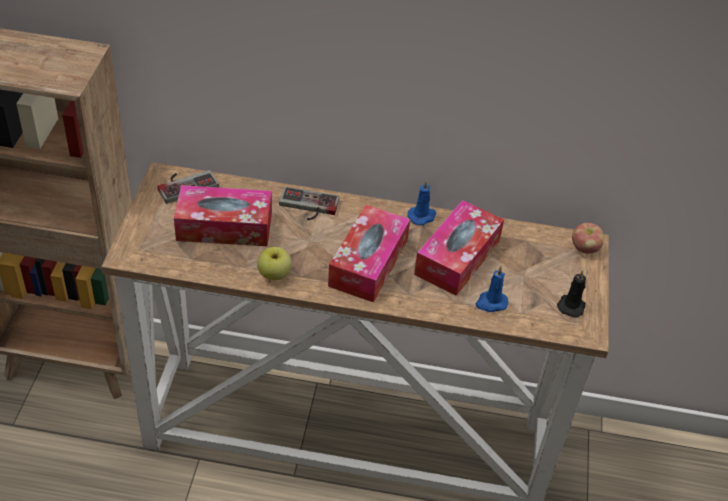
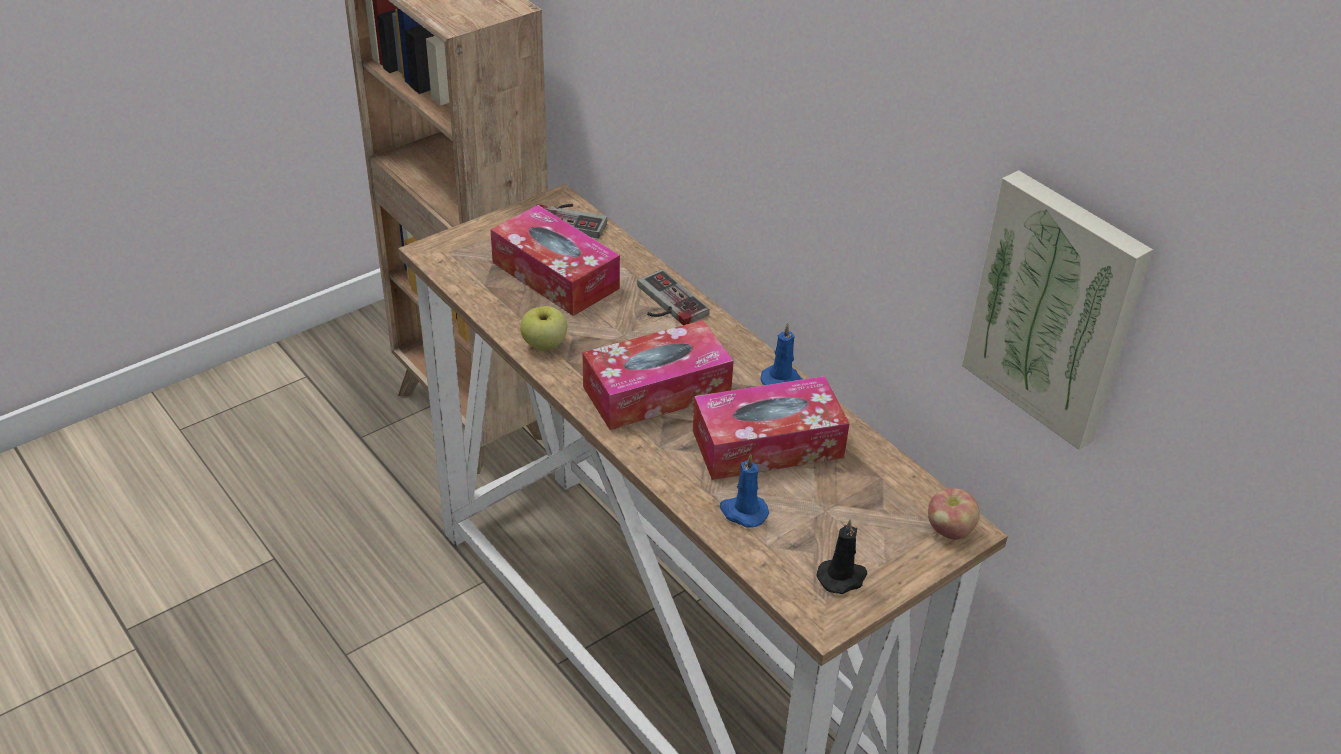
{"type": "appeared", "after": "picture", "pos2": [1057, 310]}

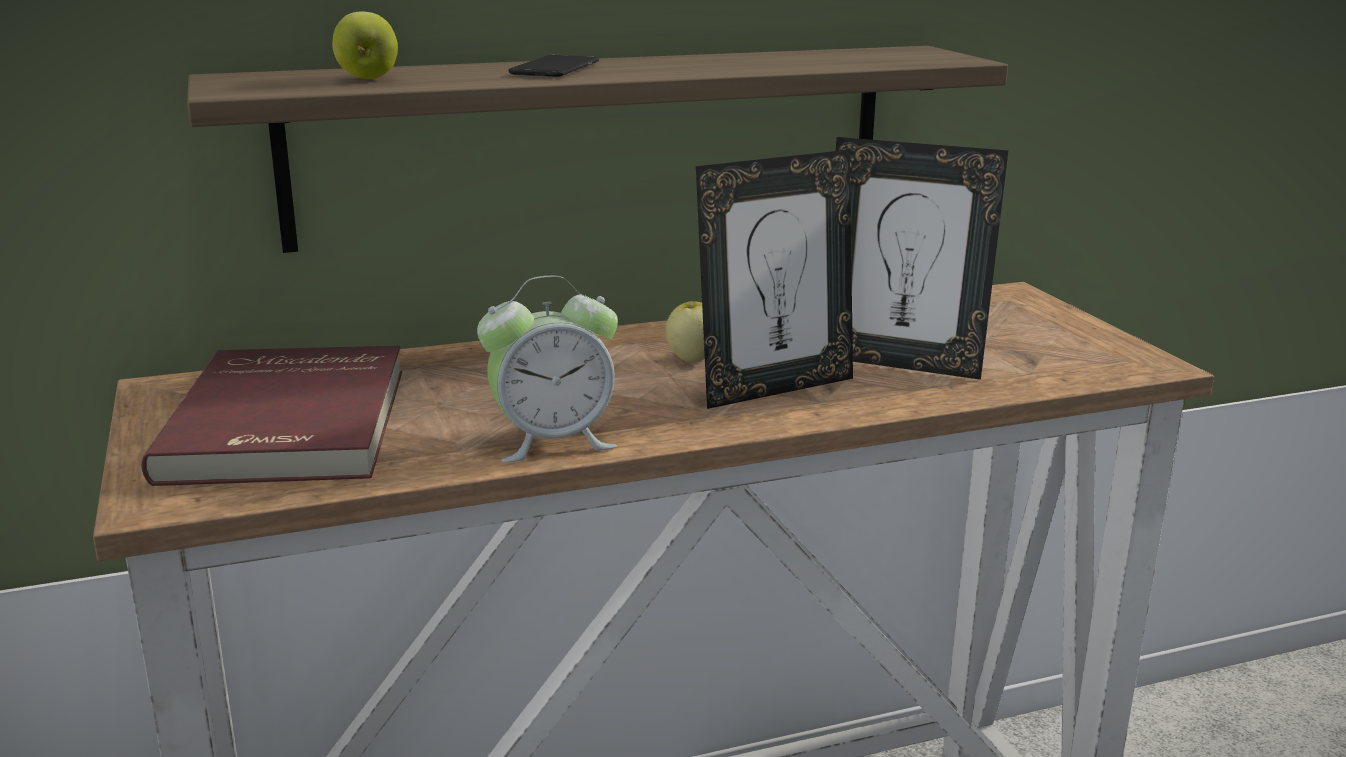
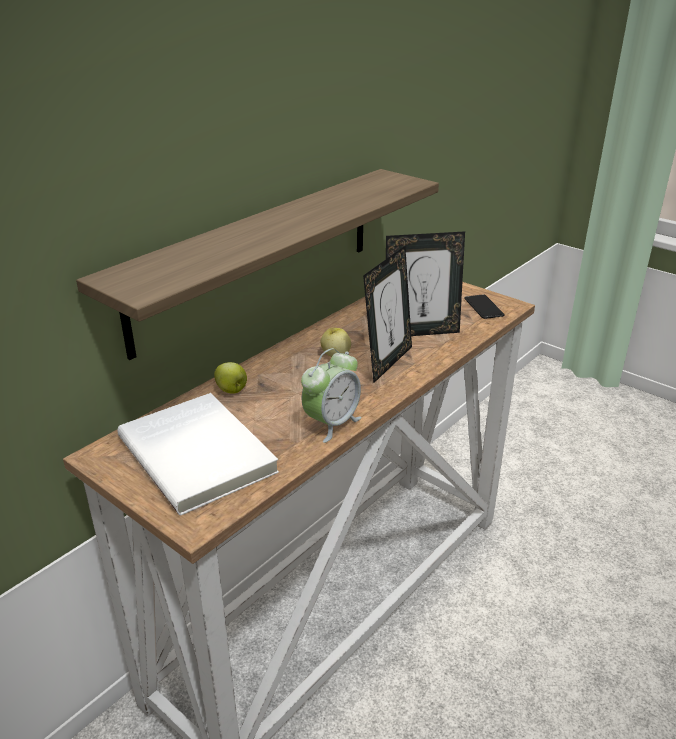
{"type": "relocated", "before": "apple", "pos1": [365, 45], "pos2": [230, 378]}
{"type": "relocated", "before": "phone", "pos1": [553, 66], "pos2": [484, 307]}
{"type": "colour", "before": "red book", "after": "white book", "pos1": [271, 416], "pos2": [198, 454]}

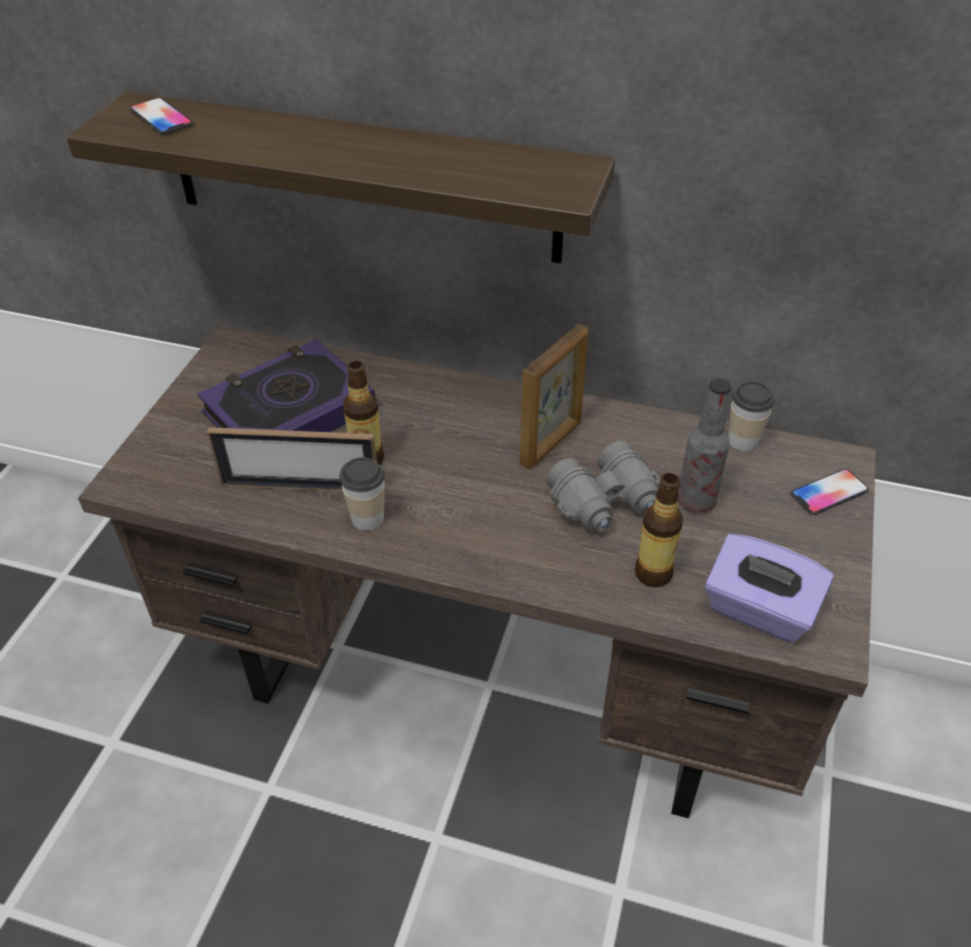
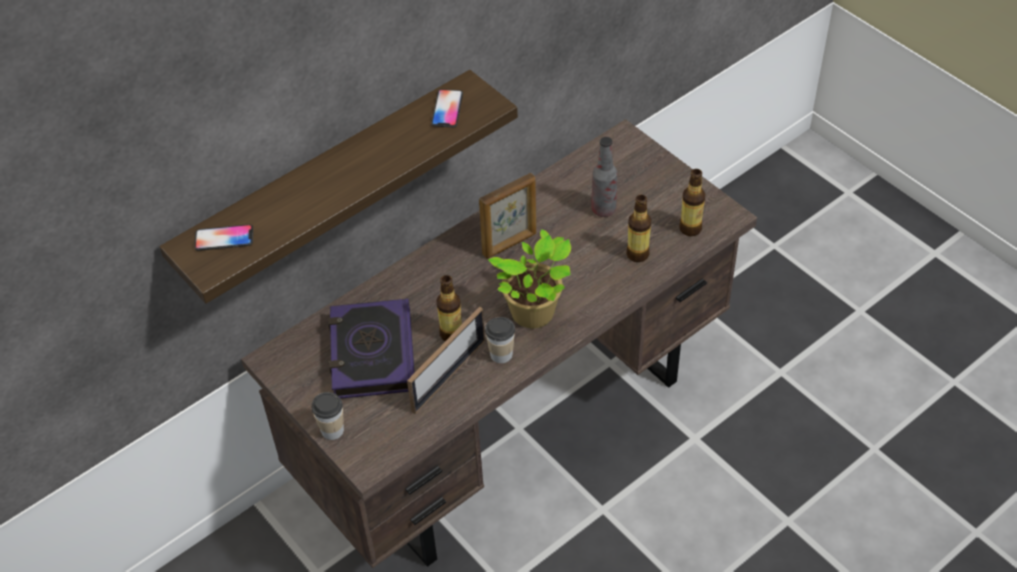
{"type": "spun", "before": "picture frame", "pos1": [554, 396], "pos2": [507, 216], "turn": 75}
{"type": "relocated", "before": "cup", "pos1": [751, 416], "pos2": [328, 416]}
{"type": "missing", "before": "grey binoculars", "pos1": [603, 486]}
{"type": "relocated", "before": "phone", "pos1": [830, 492], "pos2": [447, 108]}
{"type": "exchanged", "before": "purple tissue box", "after": "bottle", "pos1": [769, 588], "pos2": [692, 202]}
{"type": "appeared", "after": "potted plant", "pos2": [529, 278]}

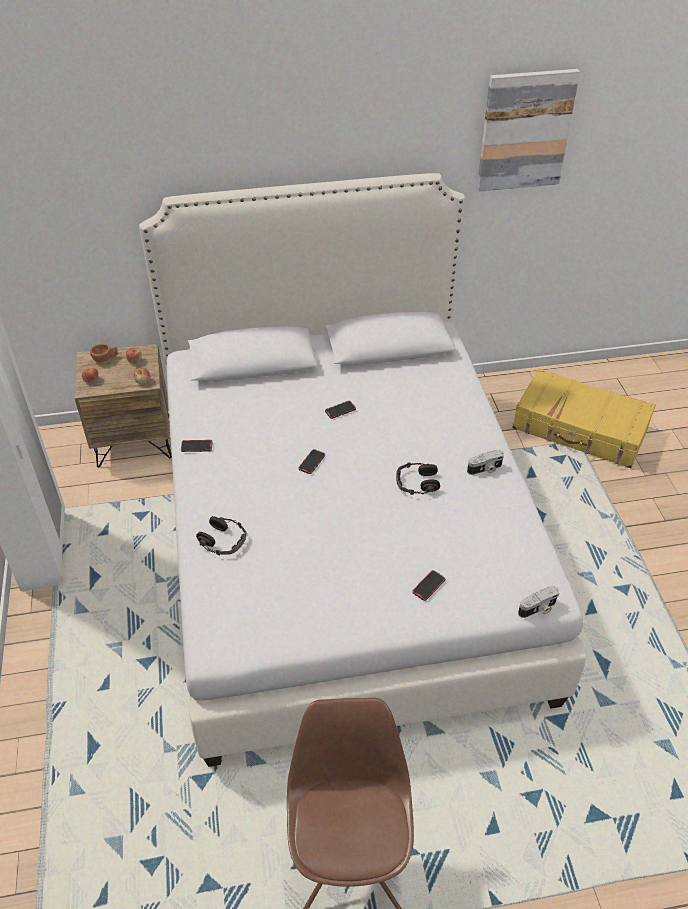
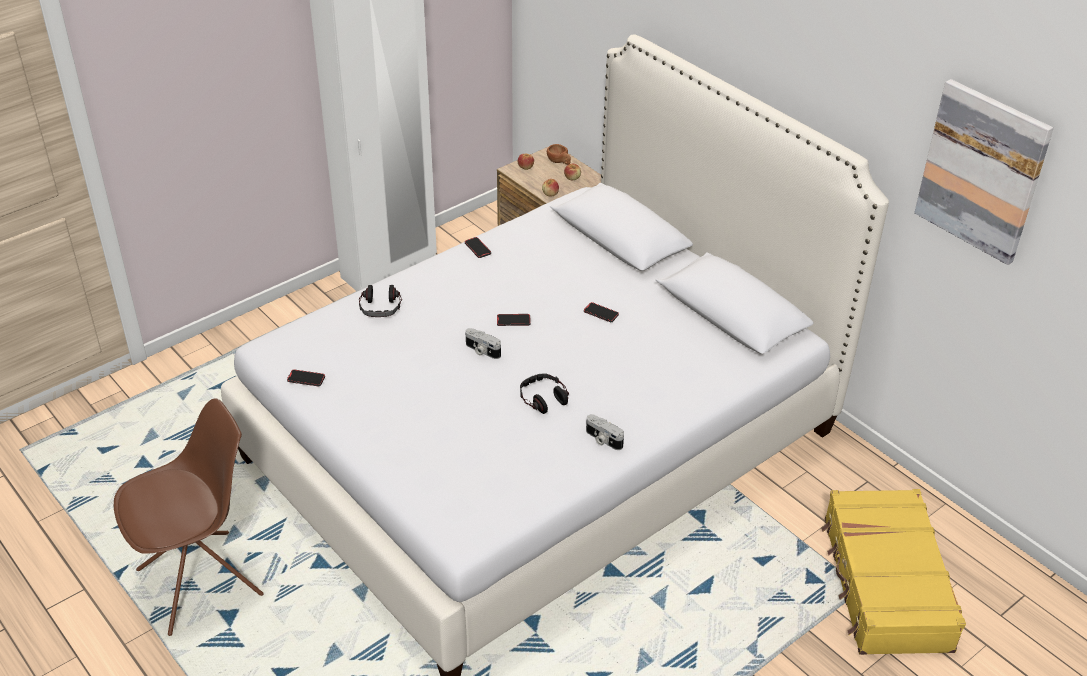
{"type": "relocated", "before": "phone", "pos1": [428, 585], "pos2": [306, 378]}
{"type": "relocated", "before": "photo camera", "pos1": [538, 602], "pos2": [483, 343]}

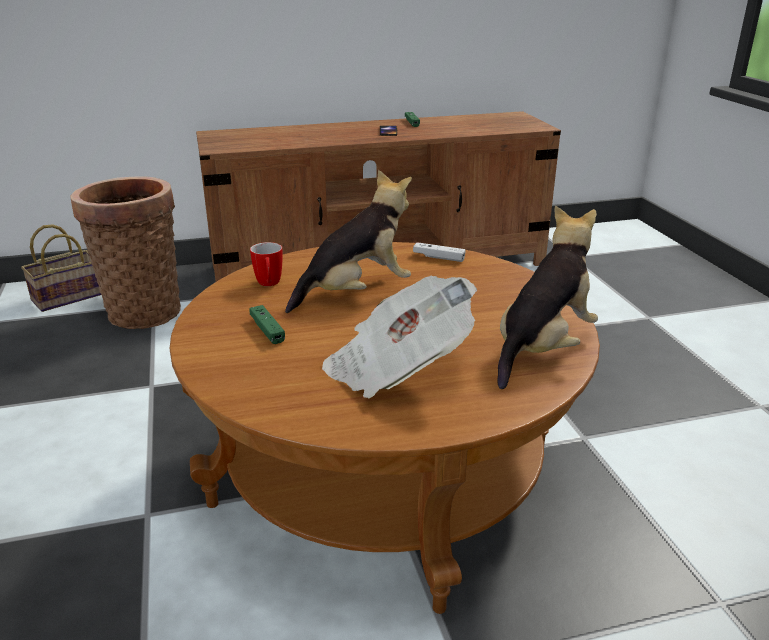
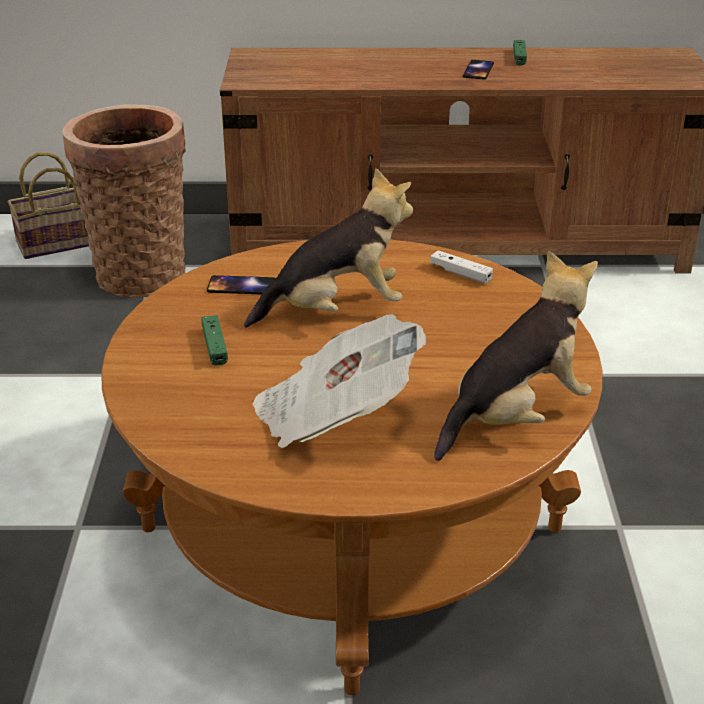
{"type": "exchanged", "before": "mug", "after": "phone", "pos1": [266, 264], "pos2": [241, 284]}

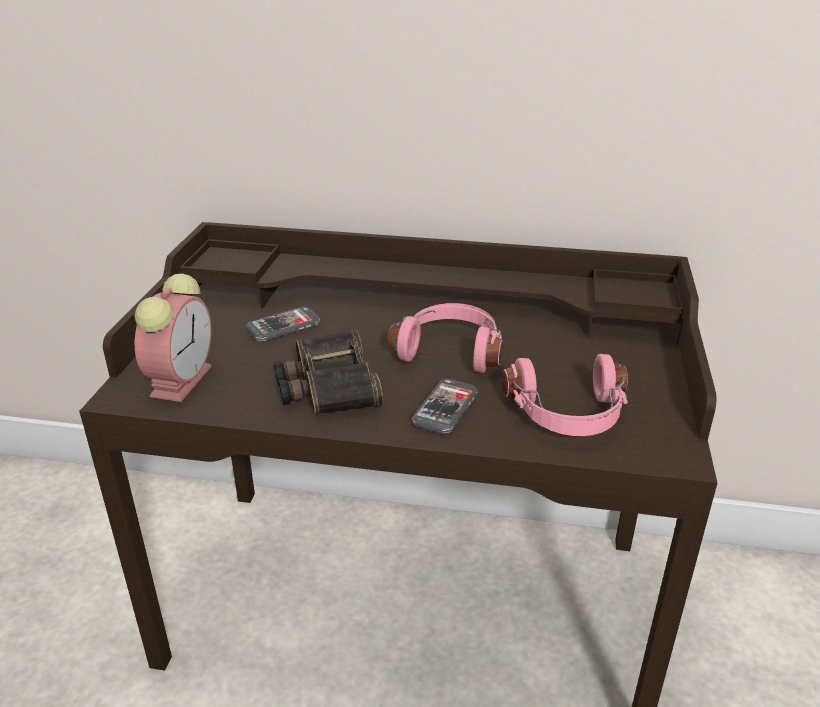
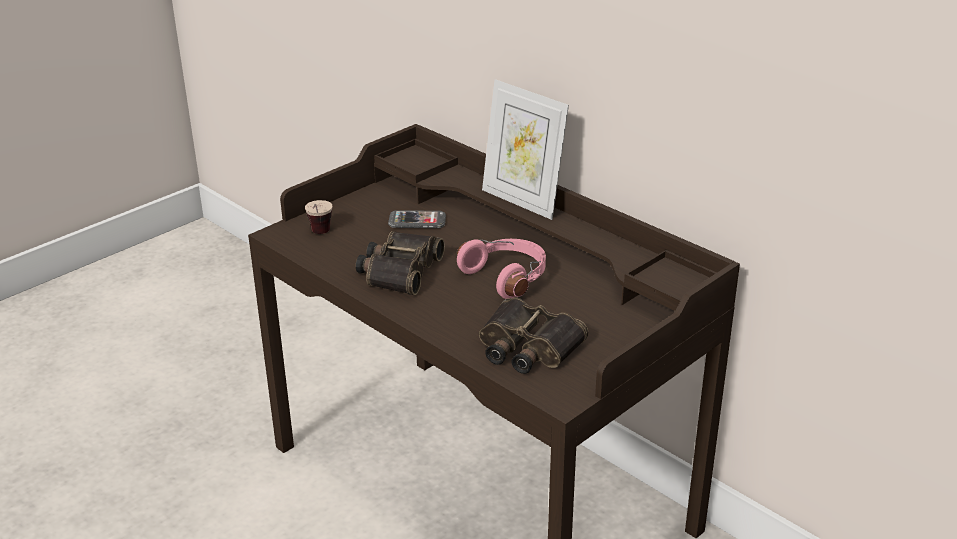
{"type": "exchanged", "before": "alarm clock", "after": "cup", "pos1": [173, 337], "pos2": [319, 217]}
{"type": "exchanged", "before": "pink headphones", "after": "binoculars", "pos1": [565, 395], "pos2": [534, 335]}
{"type": "missing", "before": "phone", "pos1": [444, 406]}
{"type": "appeared", "after": "picture frame", "pos2": [525, 149]}

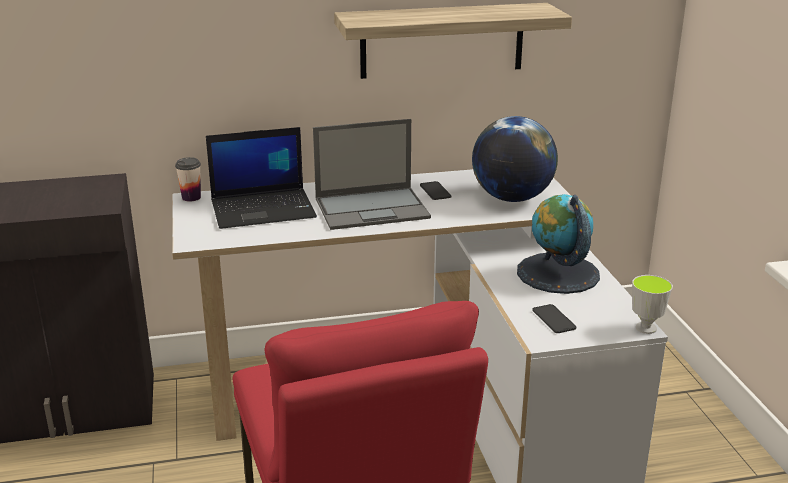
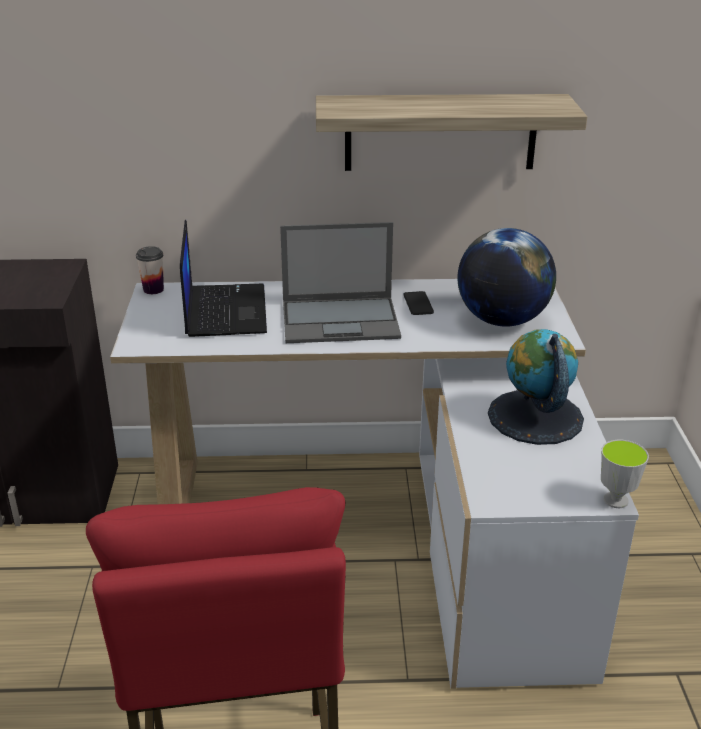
{"type": "spun", "before": "laptop", "pos1": [261, 178], "pos2": [223, 278], "turn": -90}
{"type": "missing", "before": "phone", "pos1": [554, 318]}

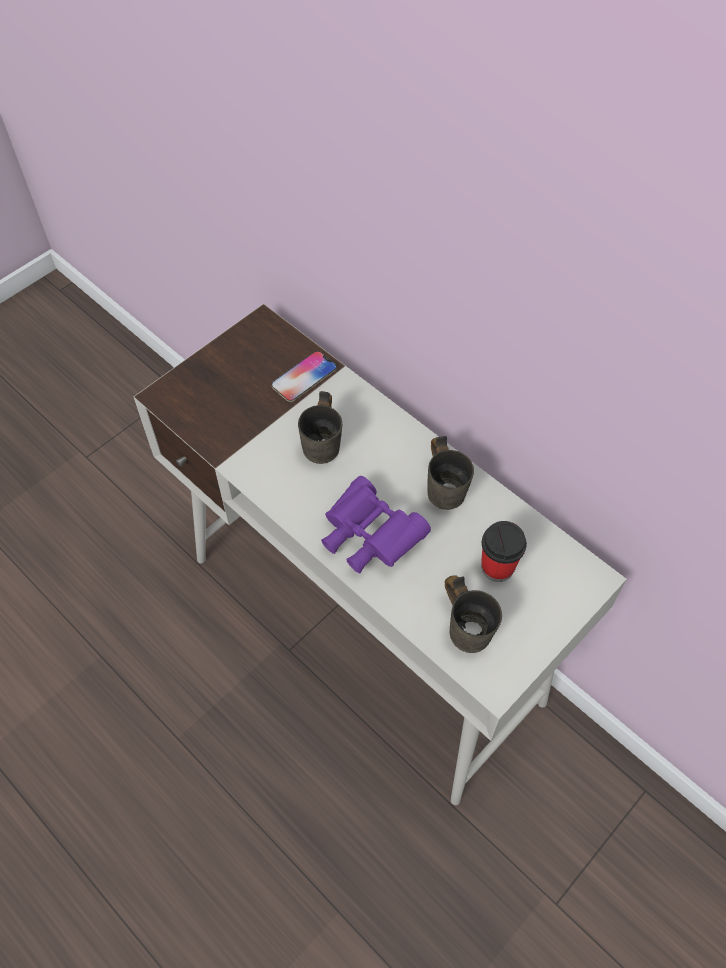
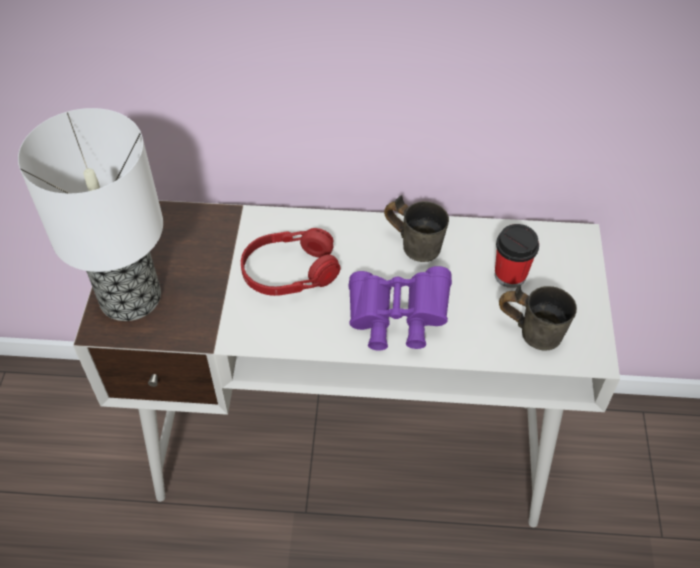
{"type": "missing", "before": "phone", "pos1": [304, 376]}
{"type": "exchanged", "before": "grey mug", "after": "red headphones", "pos1": [320, 427], "pos2": [290, 262]}
{"type": "appeared", "after": "table lamp", "pos2": [90, 214]}

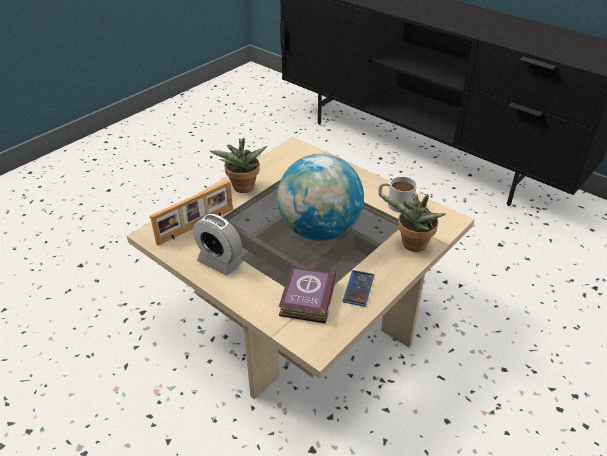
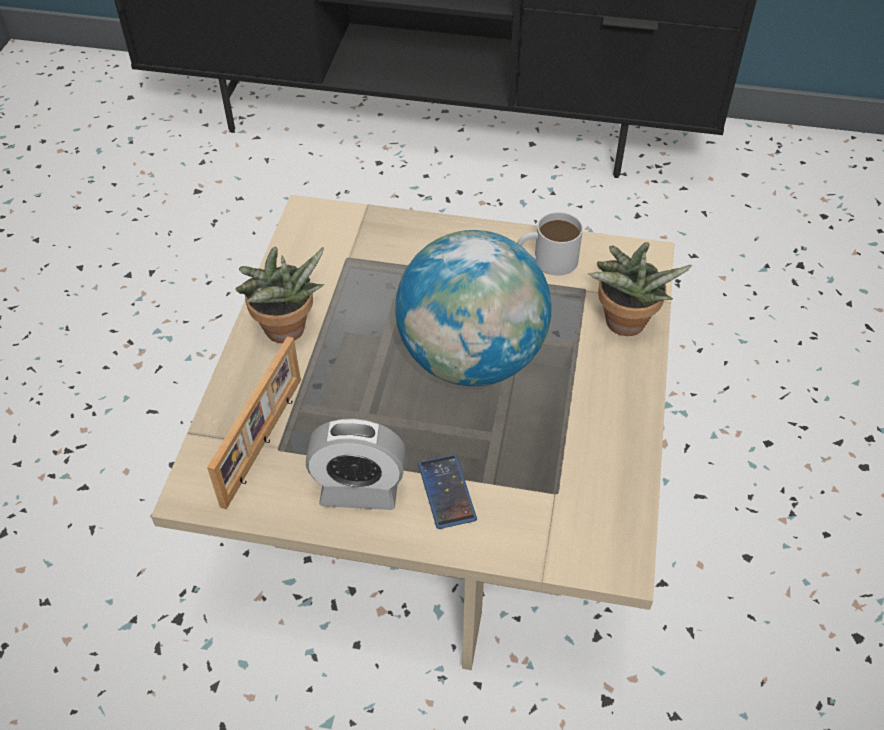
{"type": "missing", "before": "book", "pos1": [307, 295]}
{"type": "relocated", "before": "phone", "pos1": [358, 288], "pos2": [447, 491]}

